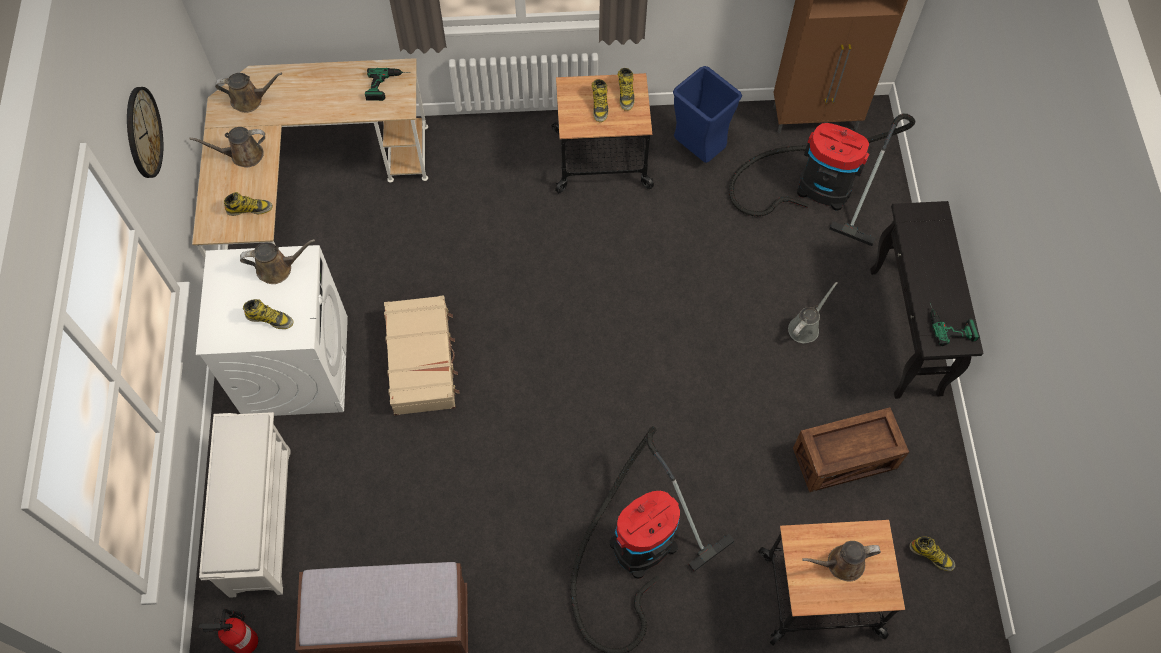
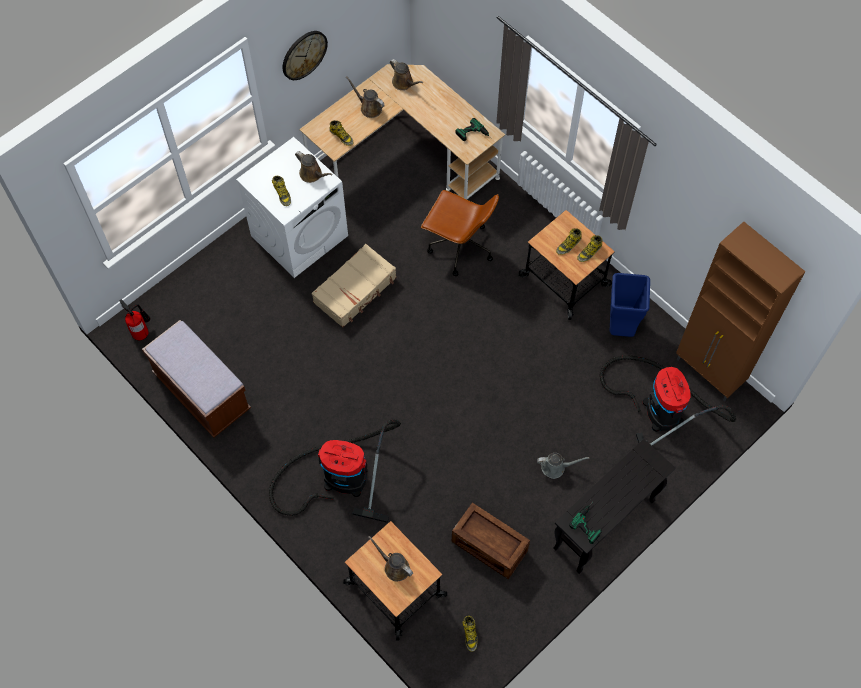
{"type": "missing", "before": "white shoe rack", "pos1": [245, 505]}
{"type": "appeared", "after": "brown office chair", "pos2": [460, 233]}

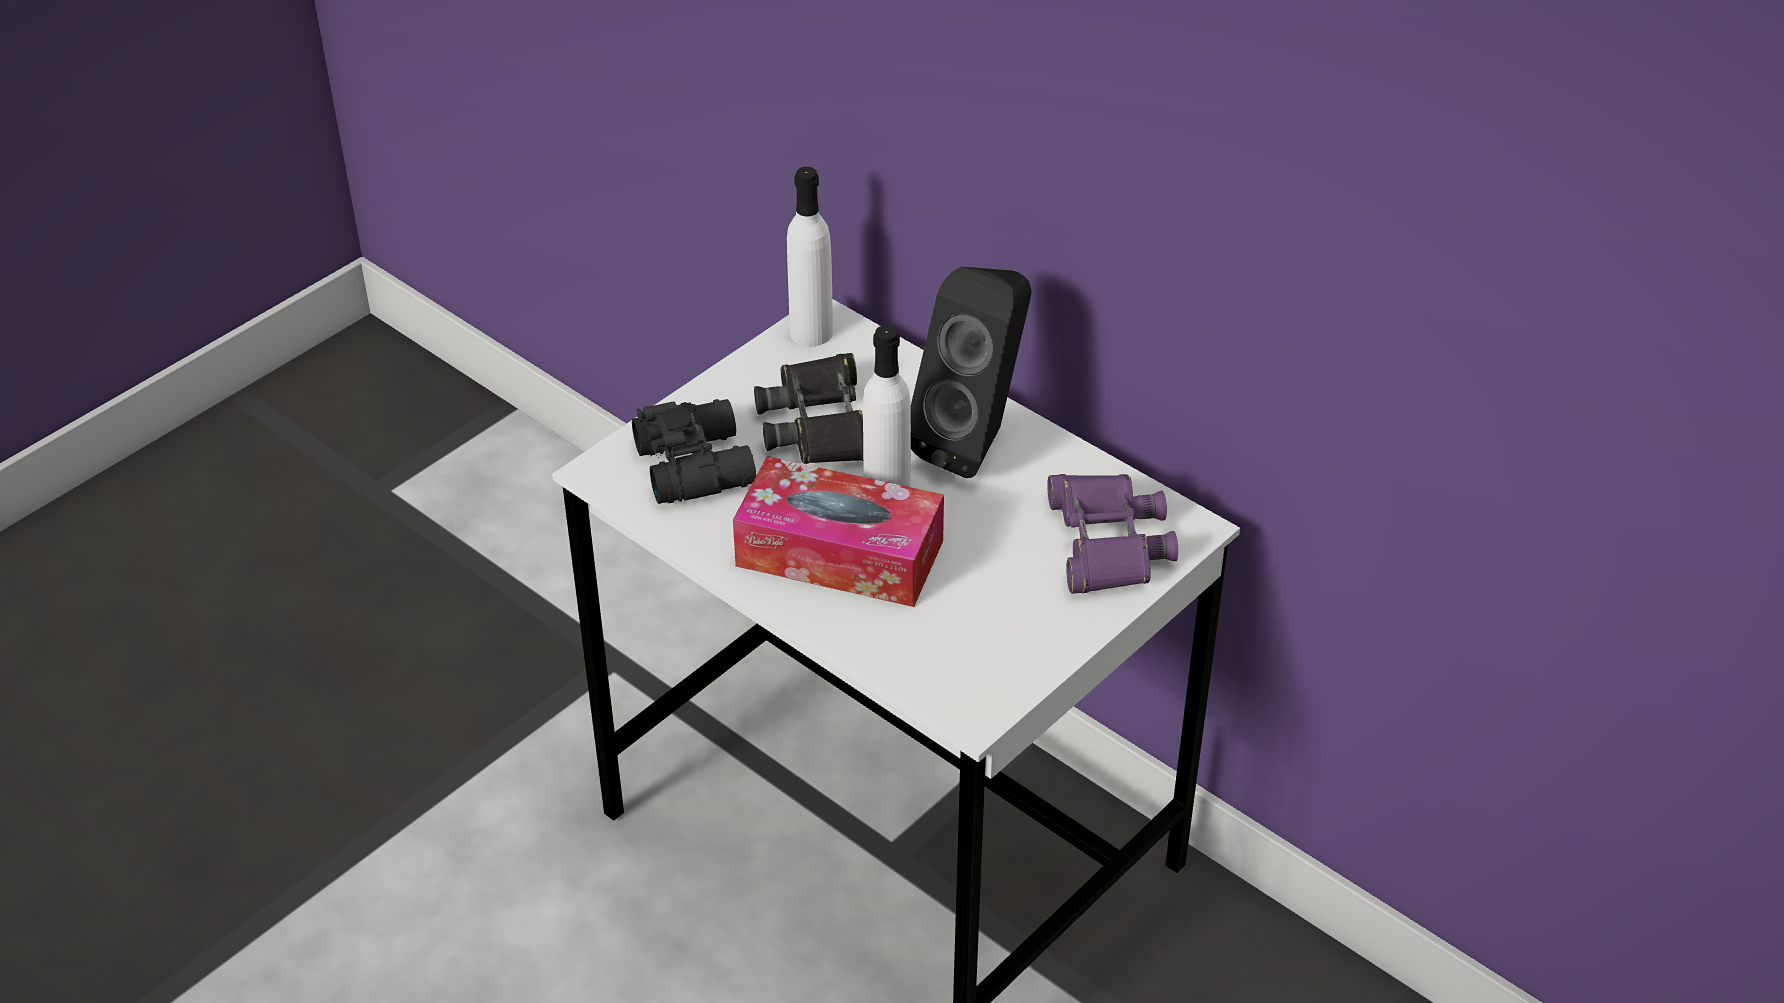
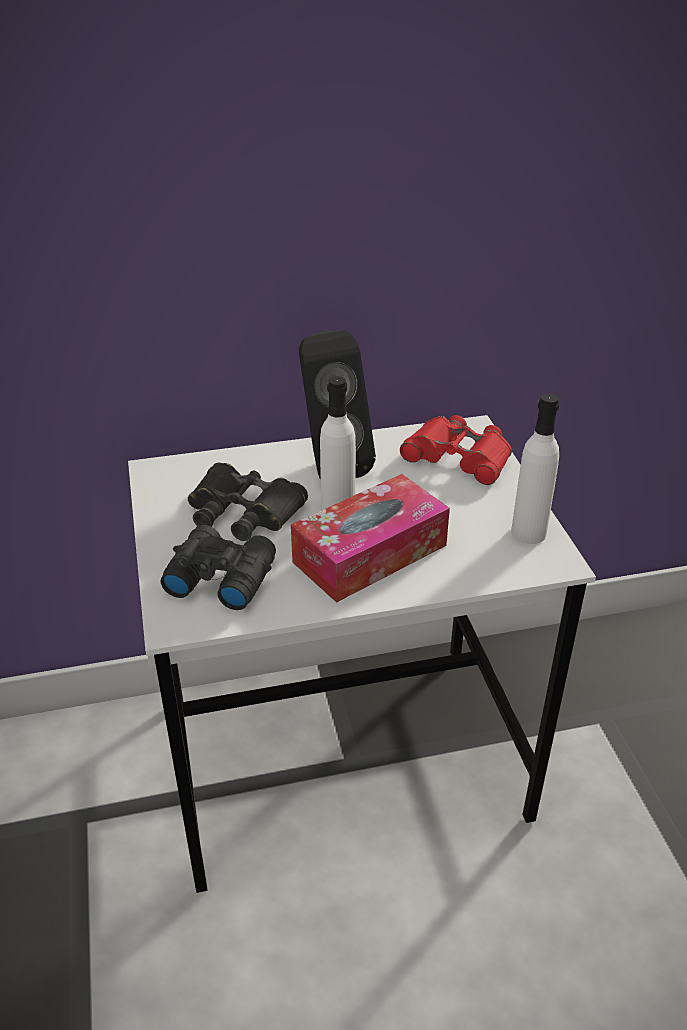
{"type": "relocated", "before": "white bottle", "pos1": [810, 256], "pos2": [535, 468]}
{"type": "colour", "before": "purple binoculars", "after": "red binoculars", "pos1": [1112, 534], "pos2": [456, 450]}

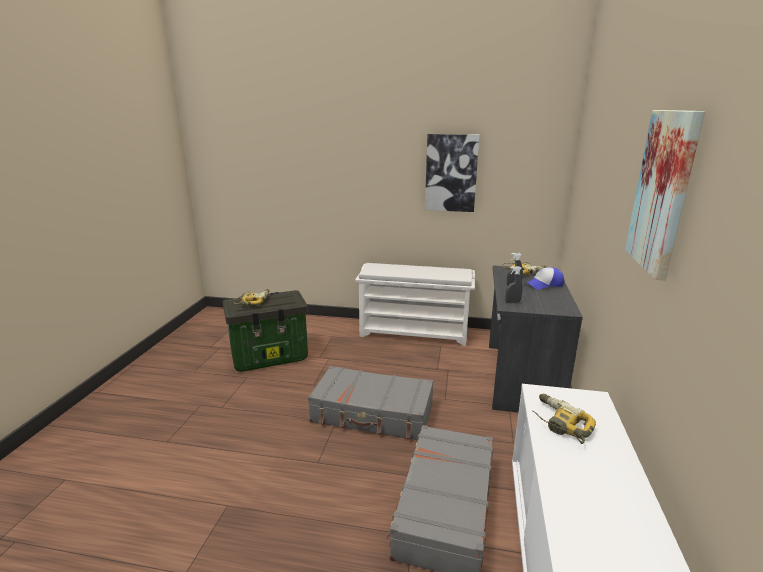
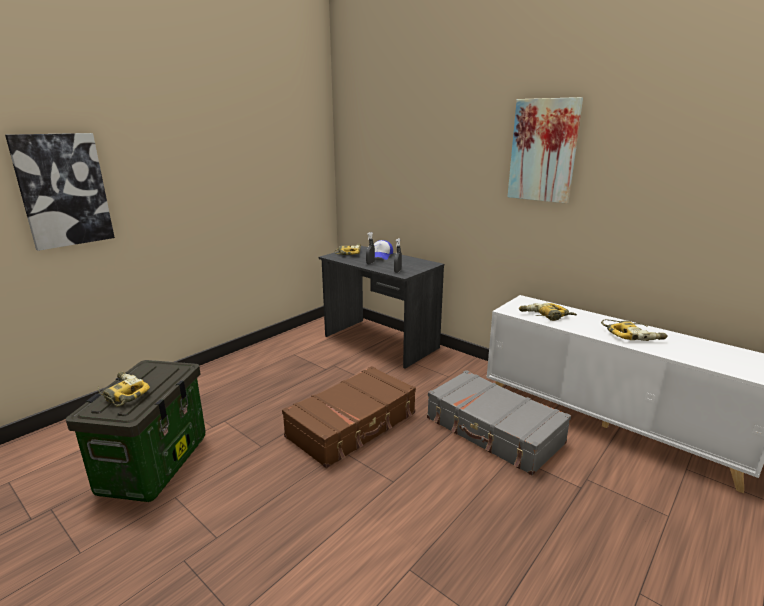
{"type": "relocated", "before": "picture", "pos1": [452, 173], "pos2": [60, 192]}
{"type": "missing", "before": "white shoe rack", "pos1": [415, 304]}
{"type": "colour", "before": "grey suitcase", "after": "brown suitcase", "pos1": [370, 403], "pos2": [349, 417]}
{"type": "appeared", "after": "power drill", "pos2": [634, 330]}

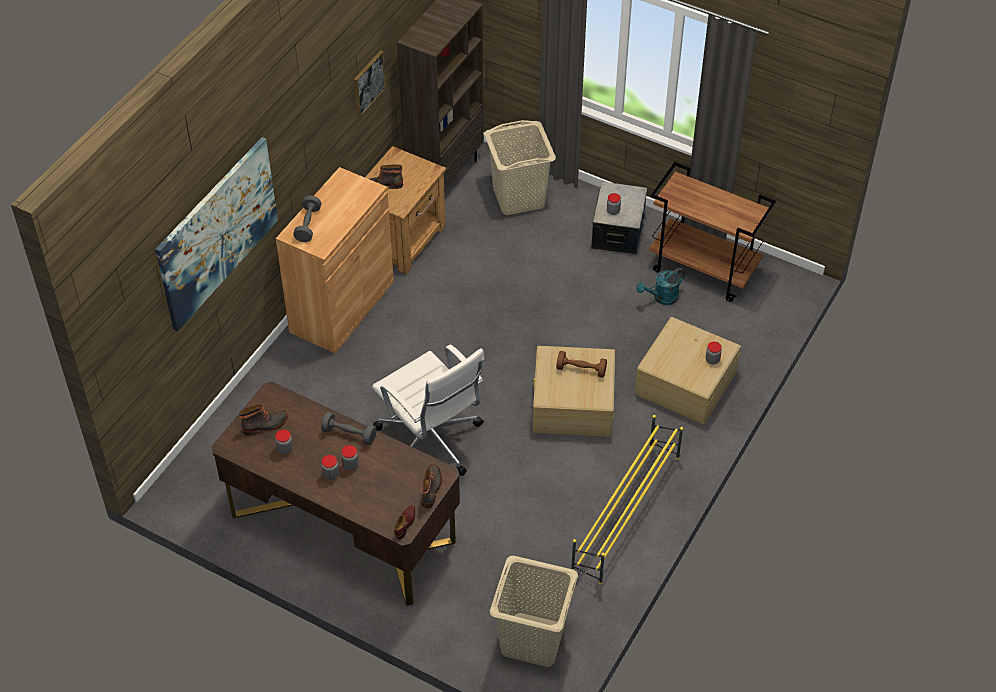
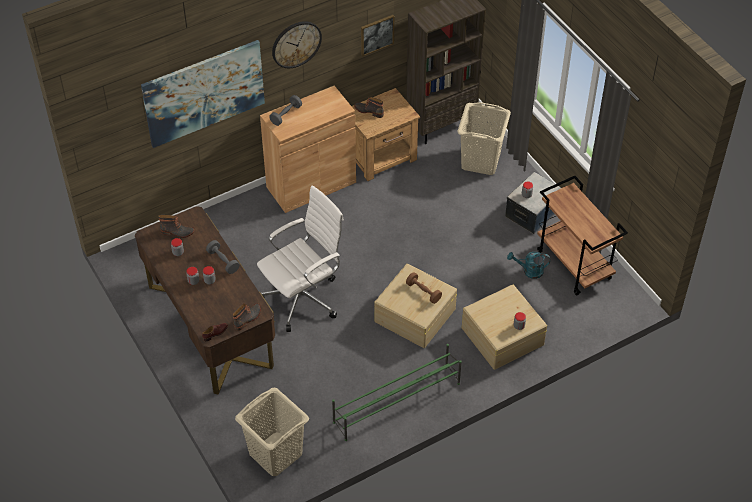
{"type": "spun", "before": "white office chair", "pos1": [428, 410], "pos2": [300, 258], "turn": -120}
{"type": "colour", "before": "yellow shoe rack", "after": "green shoe rack", "pos1": [627, 500], "pos2": [397, 392]}
{"type": "appeared", "after": "wall clock", "pos2": [297, 44]}

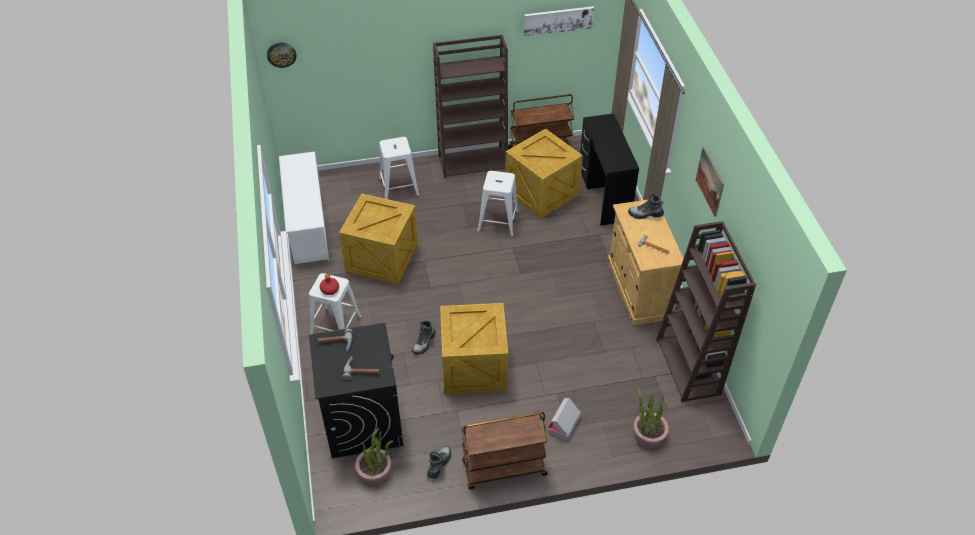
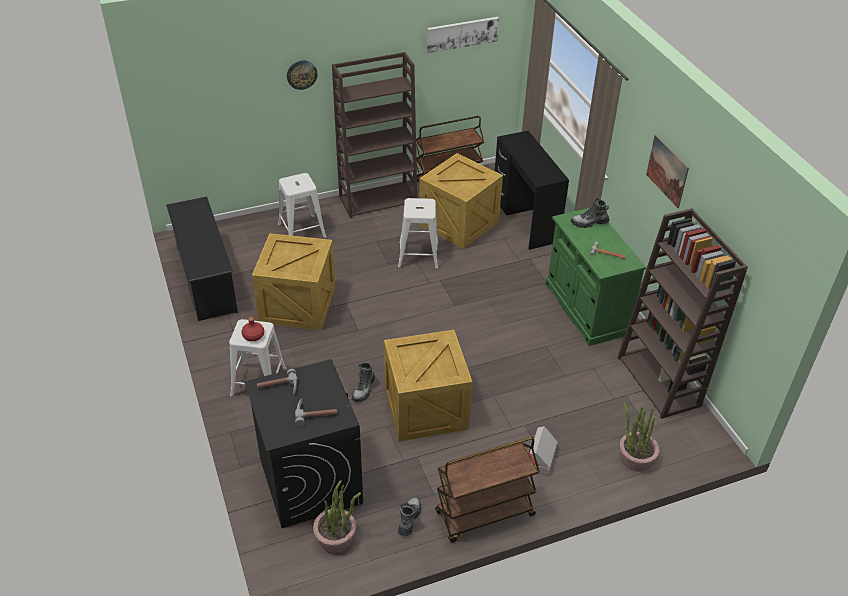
{"type": "relocated", "before": "wall clock", "pos1": [281, 55], "pos2": [302, 75]}
{"type": "colour", "before": "white shoe rack", "after": "black shoe rack", "pos1": [304, 207], "pos2": [202, 259]}
{"type": "colour", "before": "beige cabinet", "after": "green cabinet", "pos1": [645, 263], "pos2": [595, 277]}

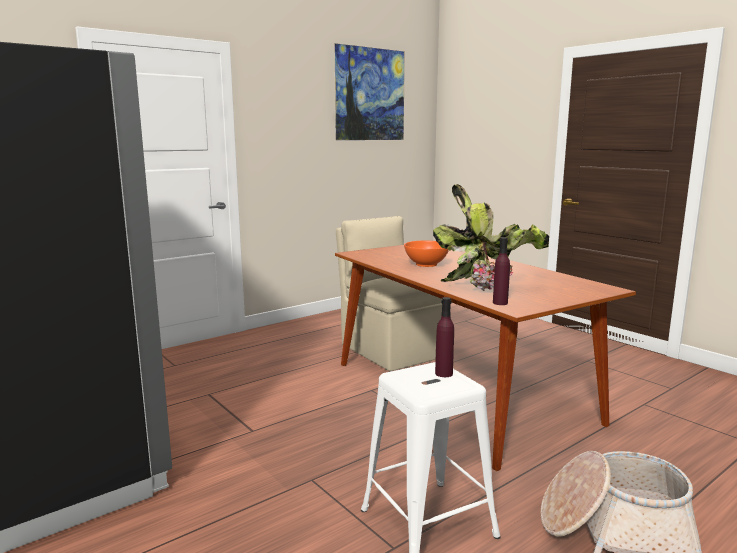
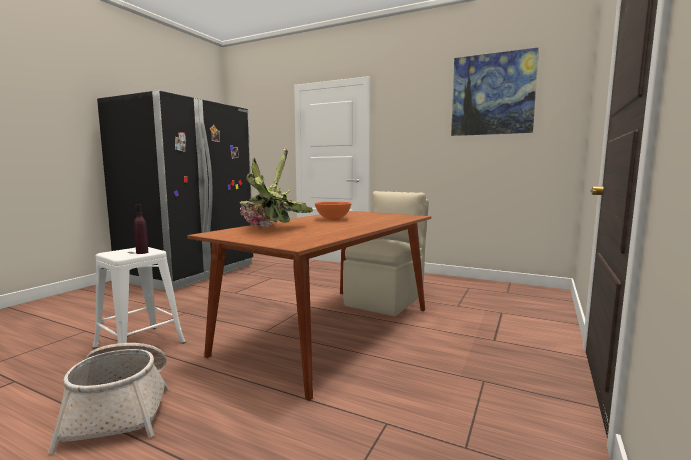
{"type": "missing", "before": "purple bottle", "pos1": [501, 271]}

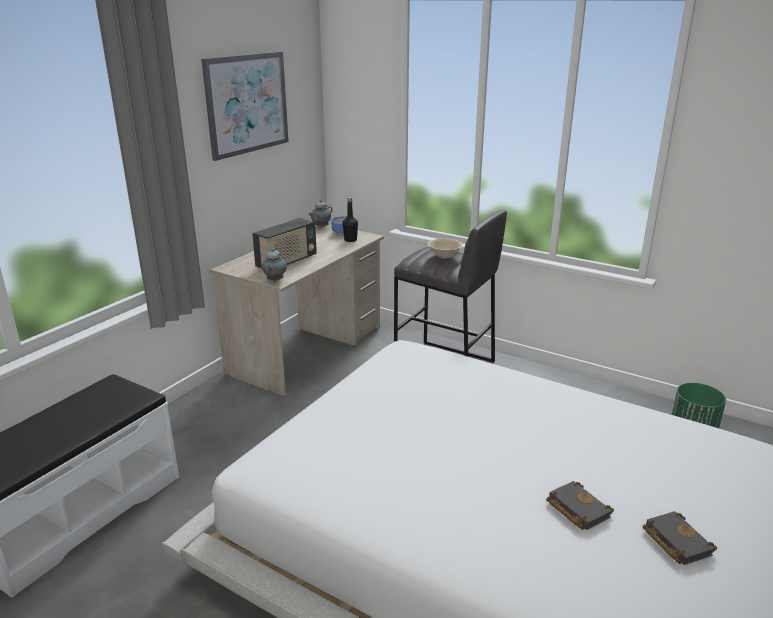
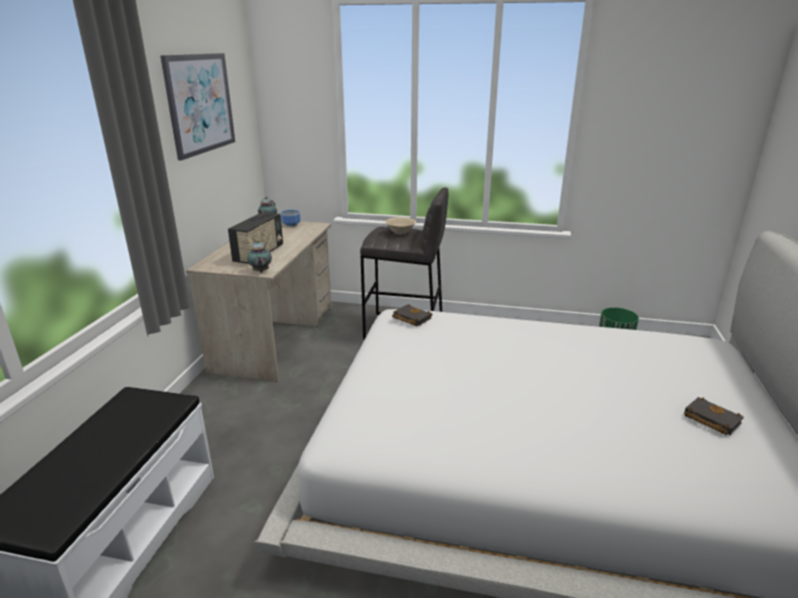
{"type": "missing", "before": "black bottle", "pos1": [350, 219]}
{"type": "relocated", "before": "black book", "pos1": [580, 505], "pos2": [412, 315]}

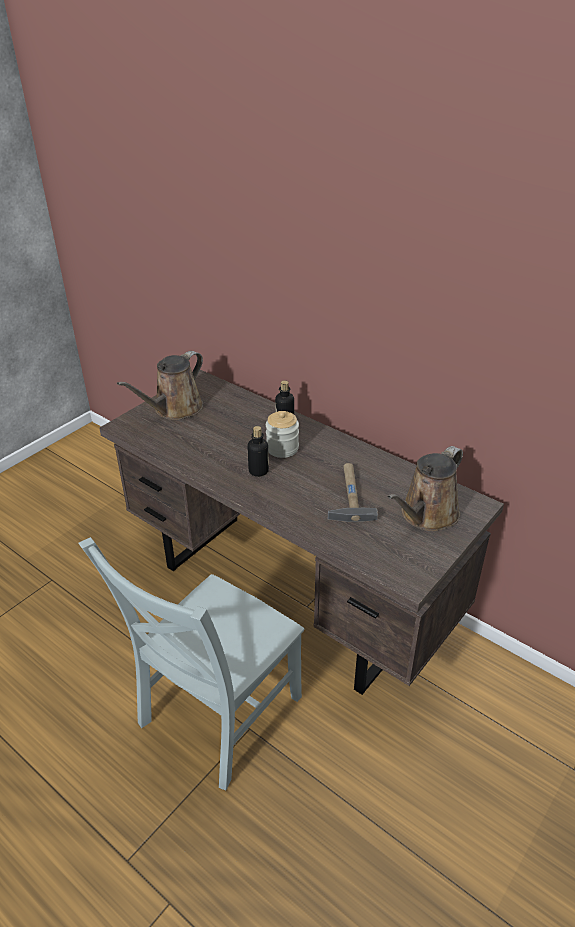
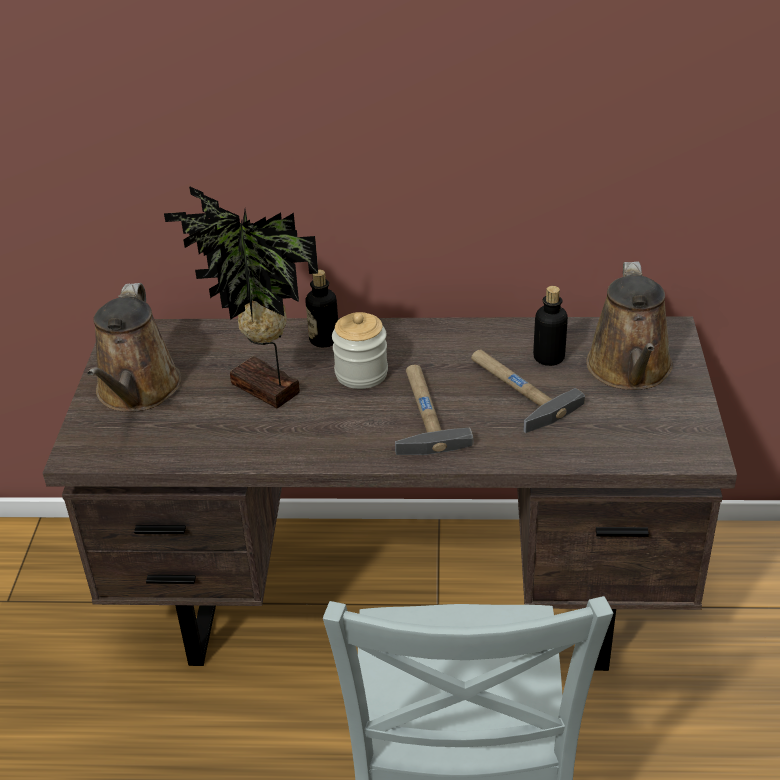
{"type": "relocated", "before": "bottle", "pos1": [258, 451], "pos2": [550, 326]}
{"type": "appeared", "after": "potted plant", "pos2": [241, 297]}
{"type": "appeared", "after": "hammer", "pos2": [434, 410]}

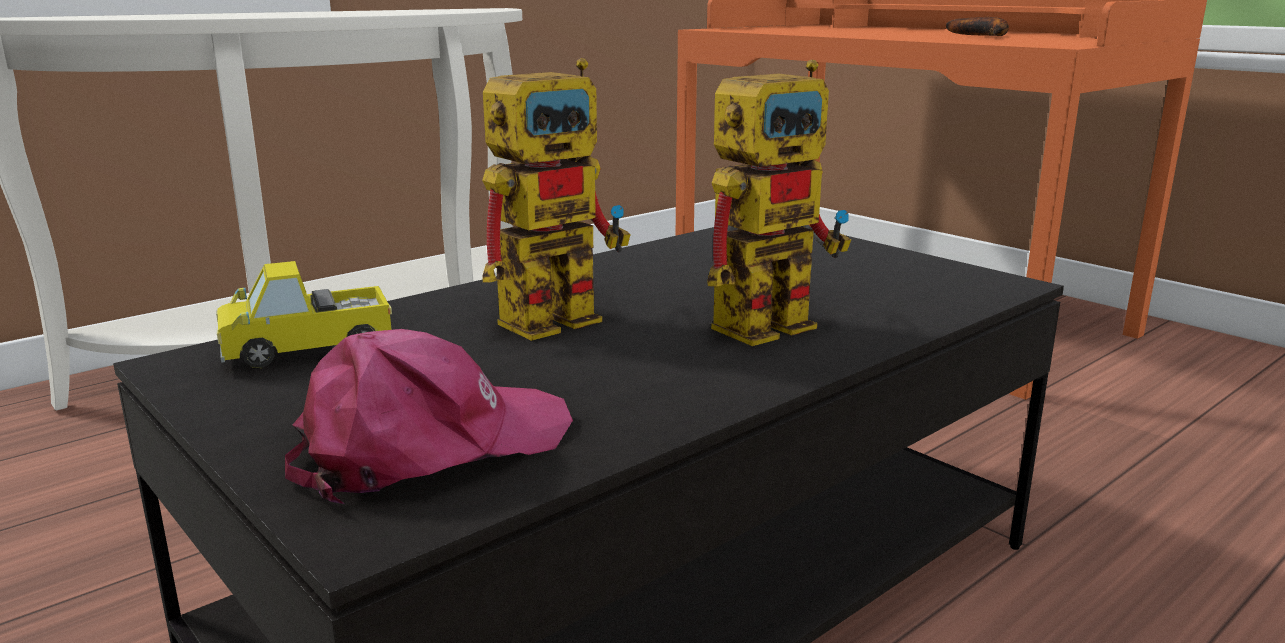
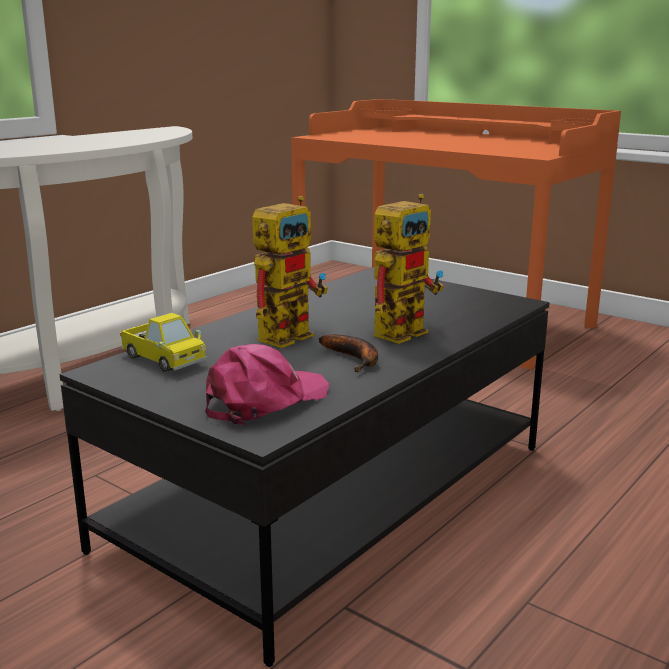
{"type": "relocated", "before": "banana", "pos1": [977, 26], "pos2": [348, 353]}
{"type": "spun", "before": "toy truck", "pos1": [304, 314], "pos2": [163, 342], "turn": -105}

